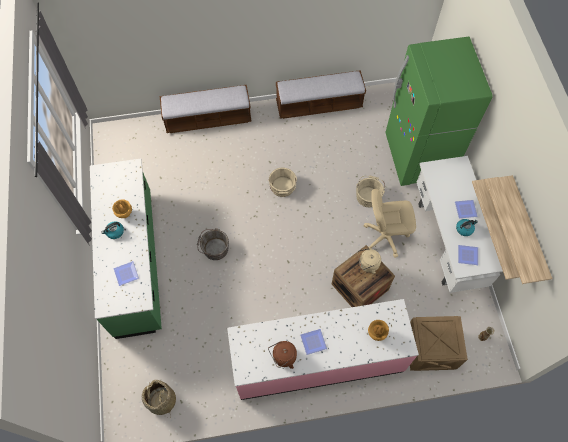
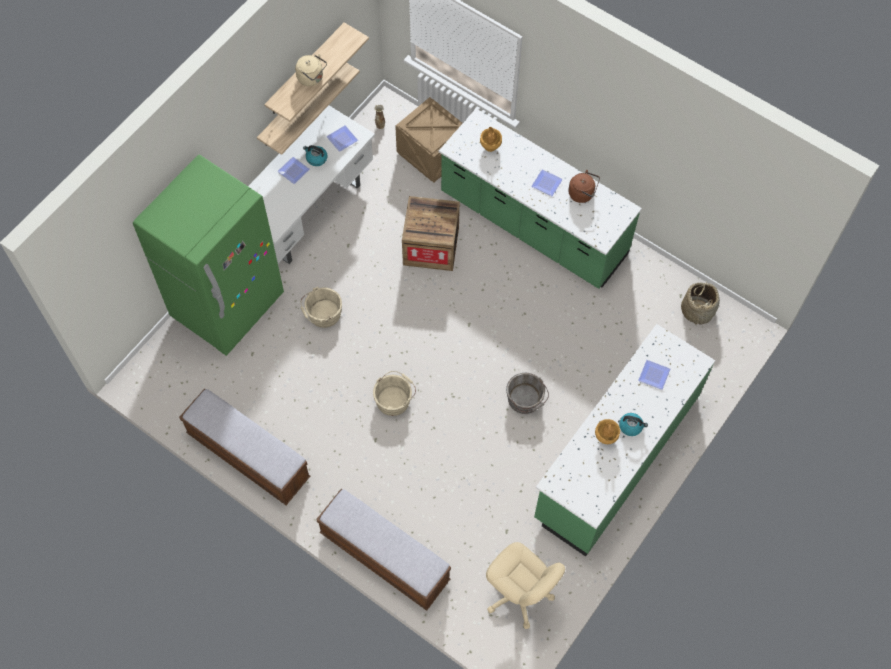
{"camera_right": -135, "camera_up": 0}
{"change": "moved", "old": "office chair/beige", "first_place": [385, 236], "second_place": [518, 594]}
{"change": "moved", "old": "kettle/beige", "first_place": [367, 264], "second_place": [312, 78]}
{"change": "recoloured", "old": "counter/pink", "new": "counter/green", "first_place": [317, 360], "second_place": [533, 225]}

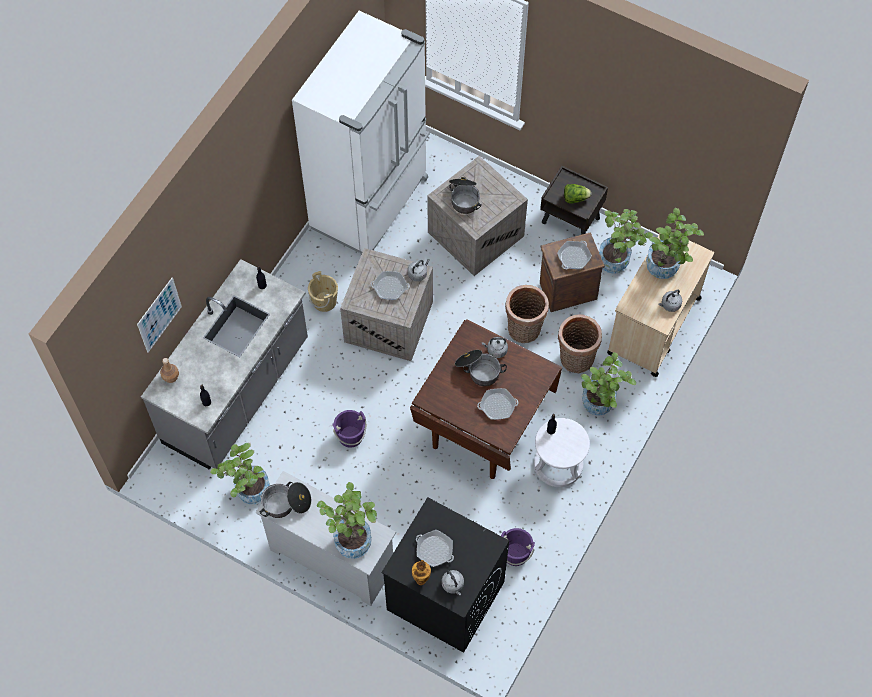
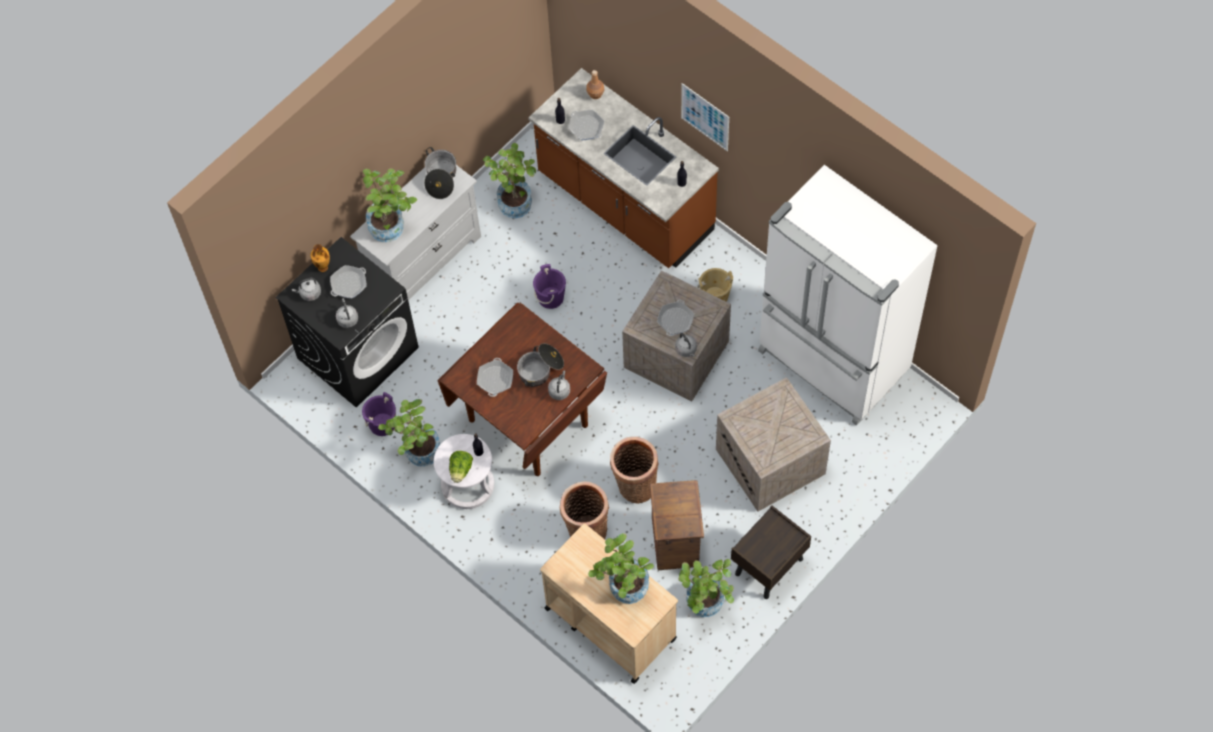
{"camera_right": 105, "camera_up": 0}
{"change": "removed", "old": "cooking pot", "first_place": [464, 198]}
{"change": "moved", "old": "lettuce", "first_place": [575, 198], "second_place": [461, 470]}
{"change": "moved", "old": "frying pan", "first_place": [574, 257], "second_place": [586, 127]}
{"change": "recoloured", "old": "counter/grey", "new": "counter/brown", "first_place": [237, 393], "second_place": [624, 204]}
{"change": "moved", "old": "picture", "first_place": [159, 315], "second_place": [705, 117]}
{"change": "moved", "old": "kettle/grey", "first_place": [669, 305], "second_place": [347, 318]}
{"change": "moved", "old": "potted plant", "first_place": [600, 405], "second_place": [417, 452]}

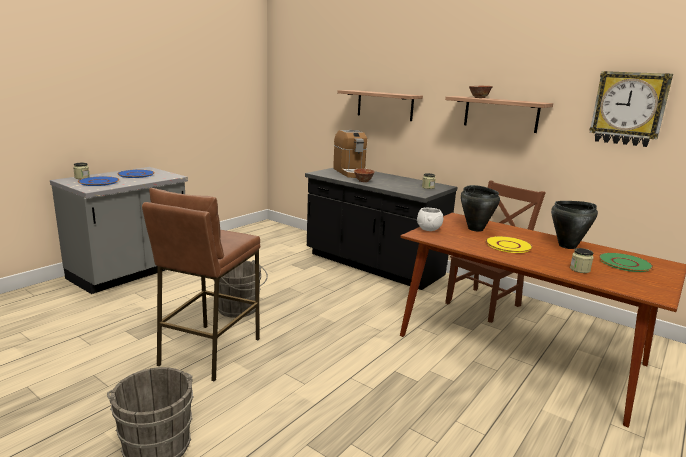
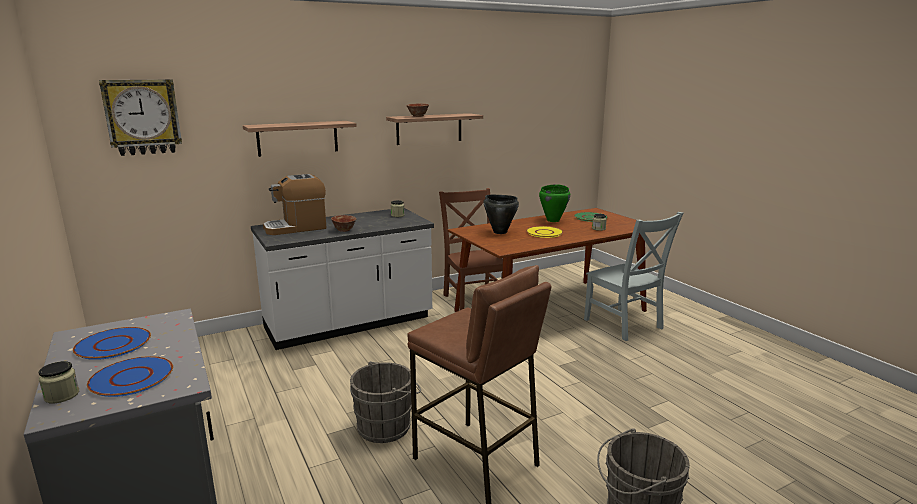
{"camera_right": -65, "camera_up": 0}
{"change": "moved", "old": "wall clock", "first_place": [628, 108], "second_place": [142, 117]}
{"change": "turned", "old": "coffee machine", "first_place": [352, 172], "second_place": [296, 228], "degrees": 150}
{"change": "recoloured", "old": "counter/black", "new": "counter/white", "first_place": [373, 265], "second_place": [349, 324]}
{"change": "recoloured", "old": "cooking pot/black", "new": "cooking pot/green", "first_place": [567, 246], "second_place": [553, 220]}
{"change": "removed", "old": "bowl/white", "first_place": [428, 230]}
{"change": "added", "new": "chair/grey", "second_place": [625, 325]}

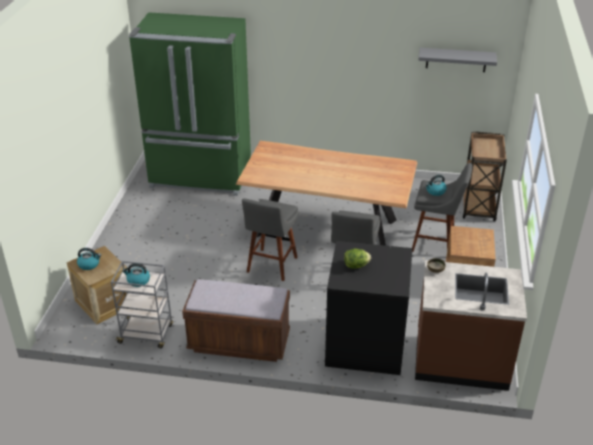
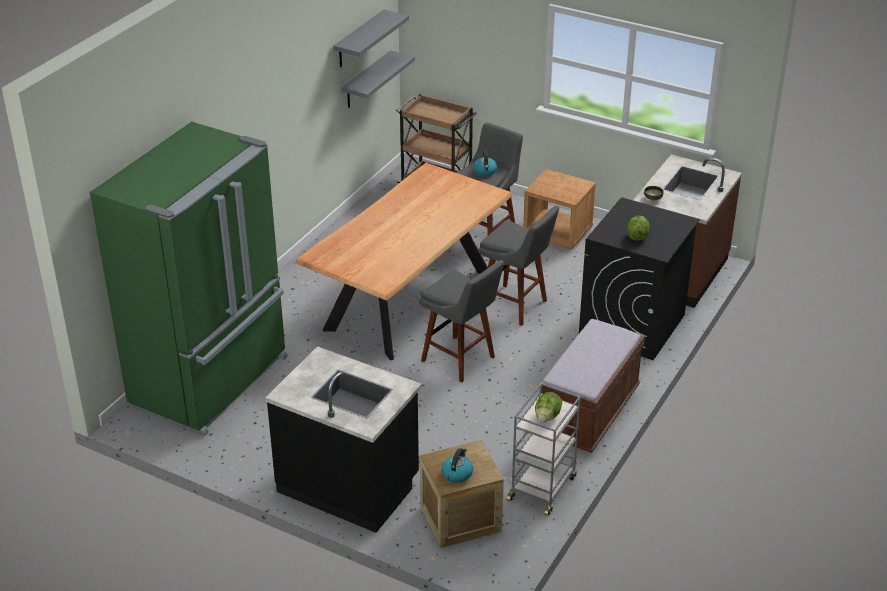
{"camera_right": -70, "camera_up": 0}
{"change": "replaced", "old": "kettle", "new": "lettuce", "first_place": [138, 281], "second_place": [547, 416]}
{"change": "added", "new": "shelf/grey", "second_place": [366, 80]}
{"change": "added", "new": "counter/black", "second_place": [349, 485]}

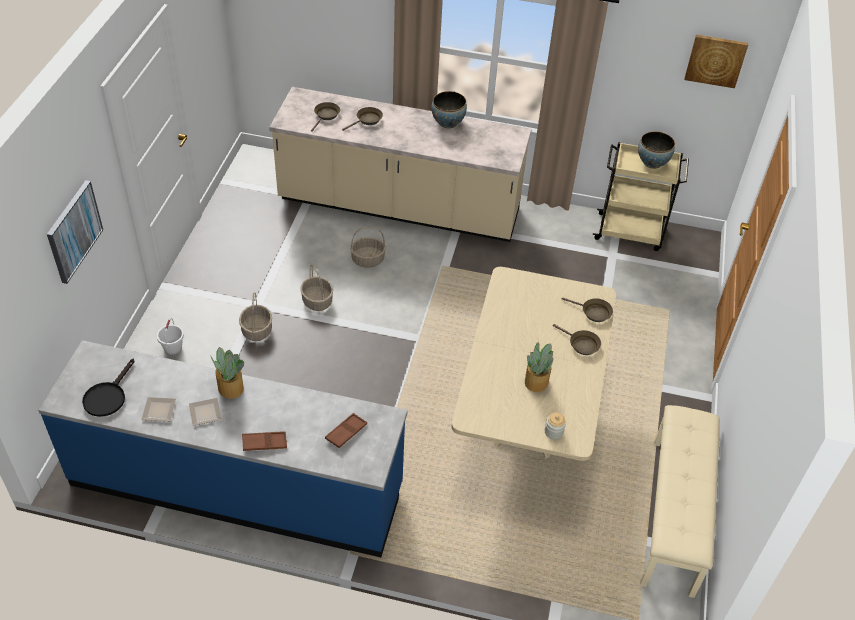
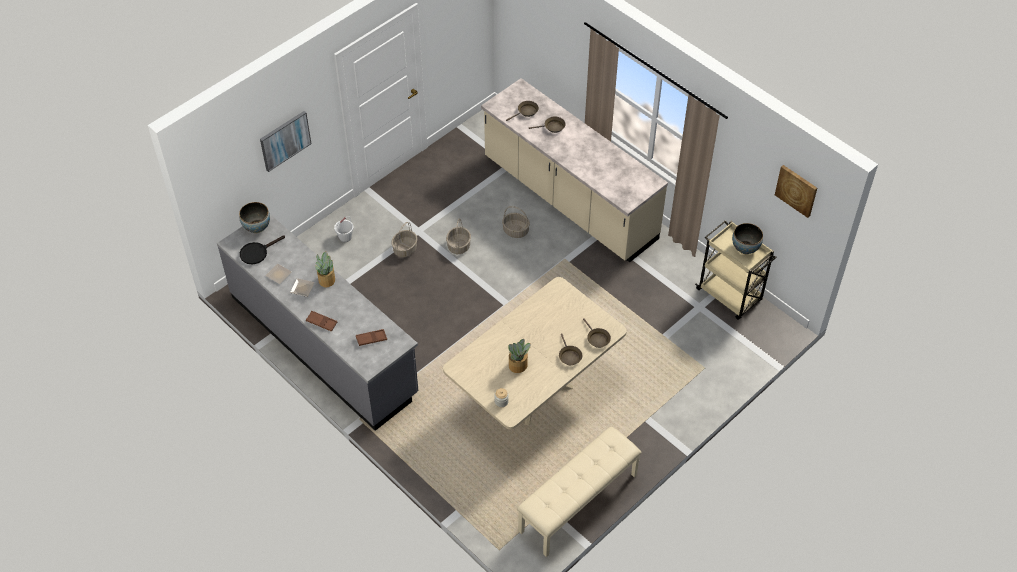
{"camera_right": 35, "camera_up": 5}
{"change": "moved", "old": "bowl", "first_place": [448, 123], "second_place": [257, 227]}
{"change": "recoloured", "old": "counter/blue", "new": "counter/grey", "first_place": [237, 485], "second_place": [324, 344]}

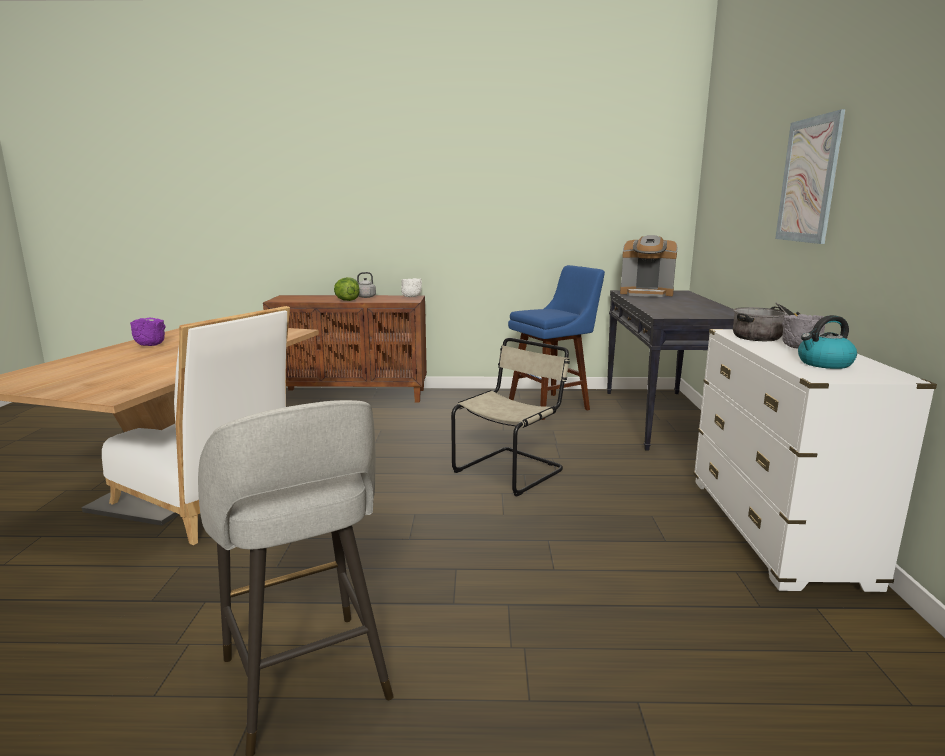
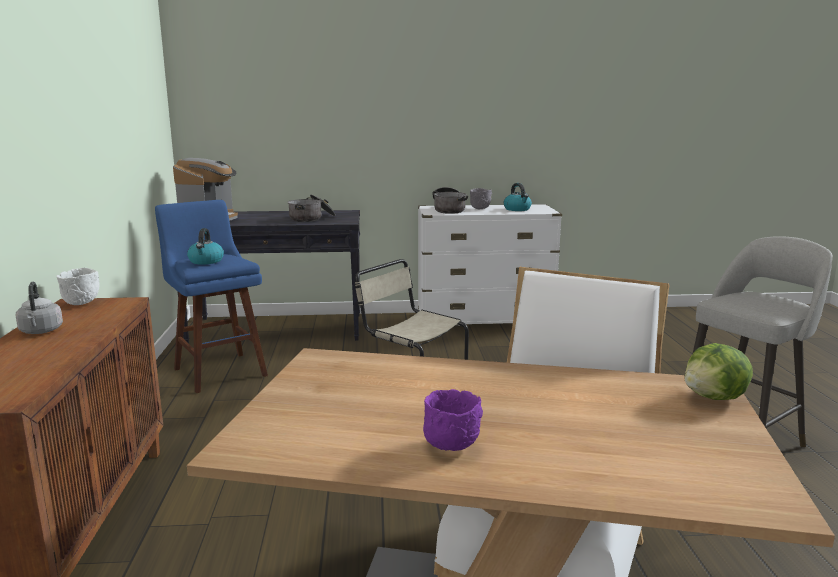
{"camera_right": -95, "camera_up": 0}
{"change": "removed", "old": "picture", "first_place": [808, 180]}
{"change": "moved", "old": "lettuce", "first_place": [347, 300], "second_place": [714, 398]}
{"change": "added", "new": "cooking pot", "second_place": [312, 218]}
{"change": "added", "new": "kettle", "second_place": [206, 261]}

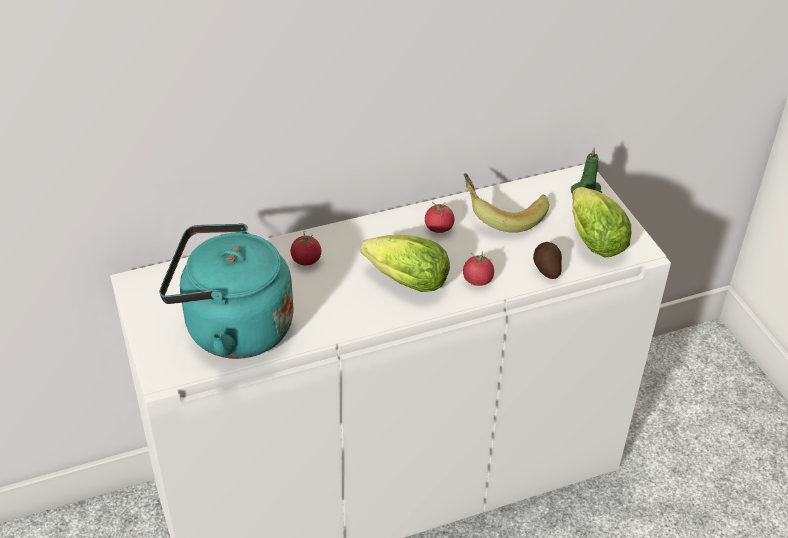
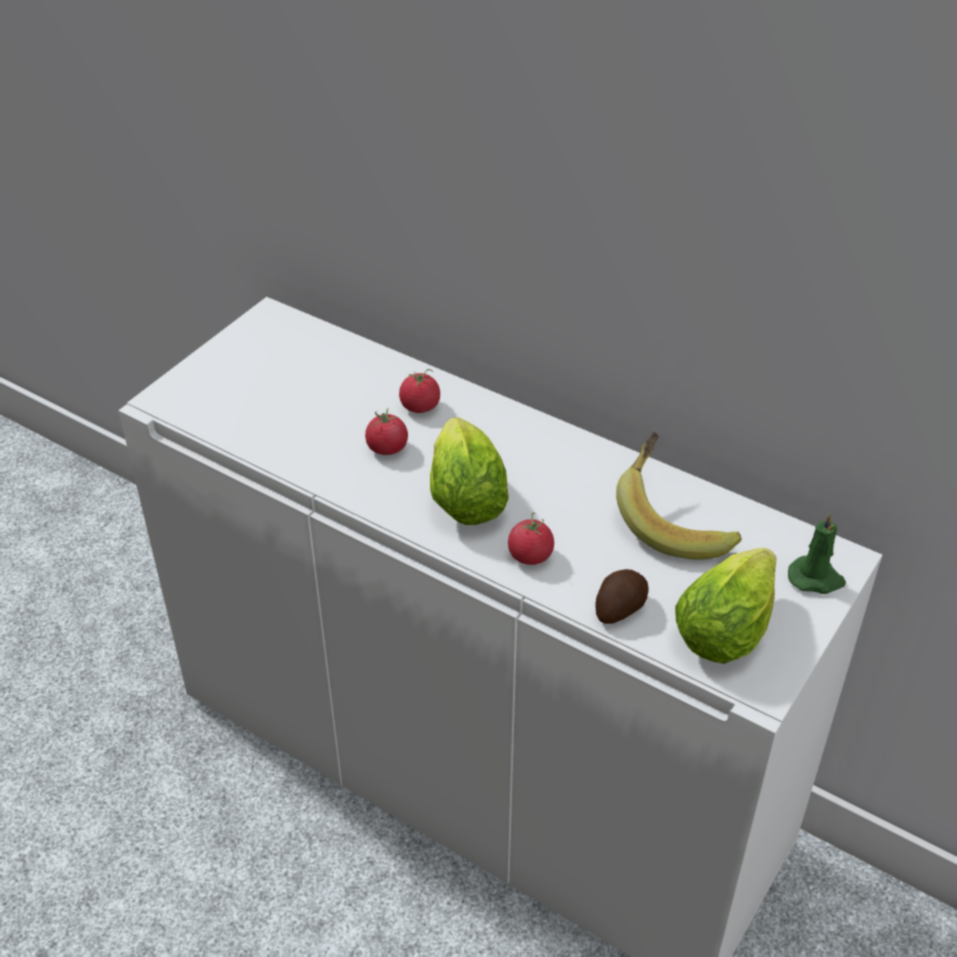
{"camera_right": 55, "camera_up": 0}
{"change": "moved", "old": "tomato", "first_place": [439, 228], "second_place": [387, 448]}
{"change": "removed", "old": "kettle/turquoise", "first_place": [232, 329]}

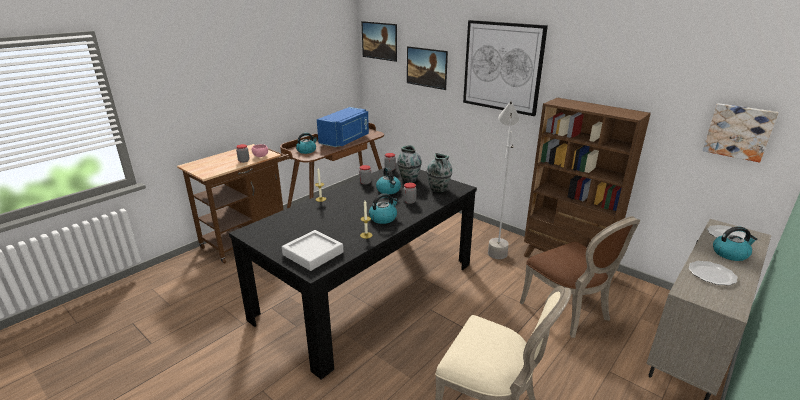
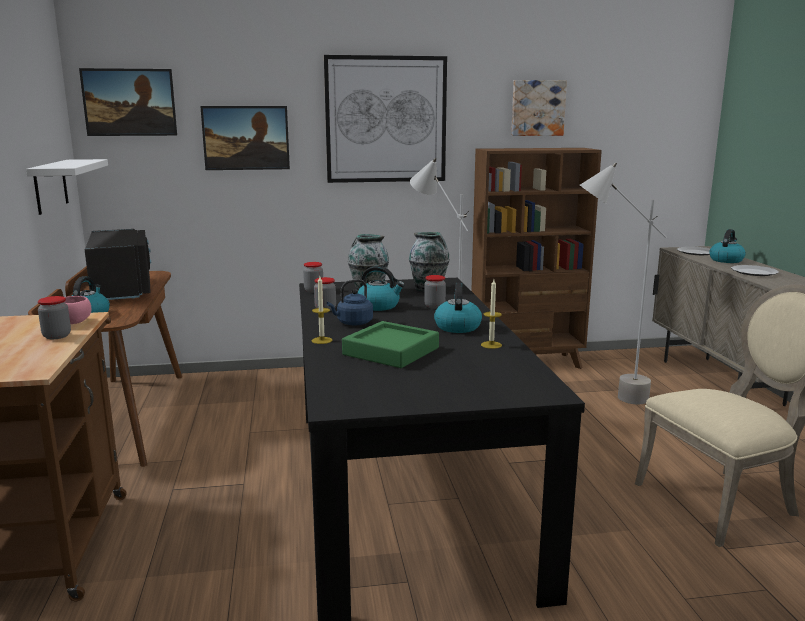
{"camera_right": -50, "camera_up": -10}
{"change": "moved", "old": "picture", "first_place": [739, 131], "second_place": [537, 108]}
{"change": "recoloured", "old": "microwave/blue", "new": "microwave/black", "first_place": [345, 140], "second_place": [123, 290]}
{"change": "replaced", "old": "chair/brown", "new": "floor lamp/grey", "first_place": [568, 311], "second_place": [607, 397]}
{"change": "removed", "old": "tray/grey", "first_place": [313, 253]}
{"change": "added", "new": "shelf/white", "second_place": [50, 186]}
{"change": "added", "new": "kettle/blue", "second_place": [353, 323]}
{"change": "added", "new": "tray/green", "second_place": [391, 351]}

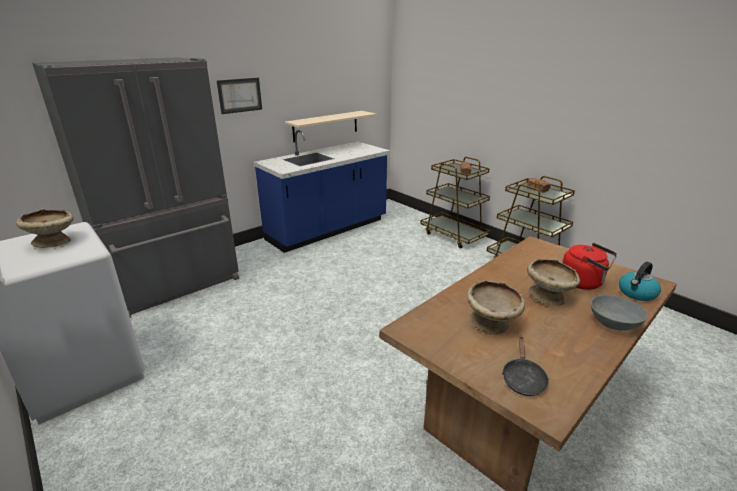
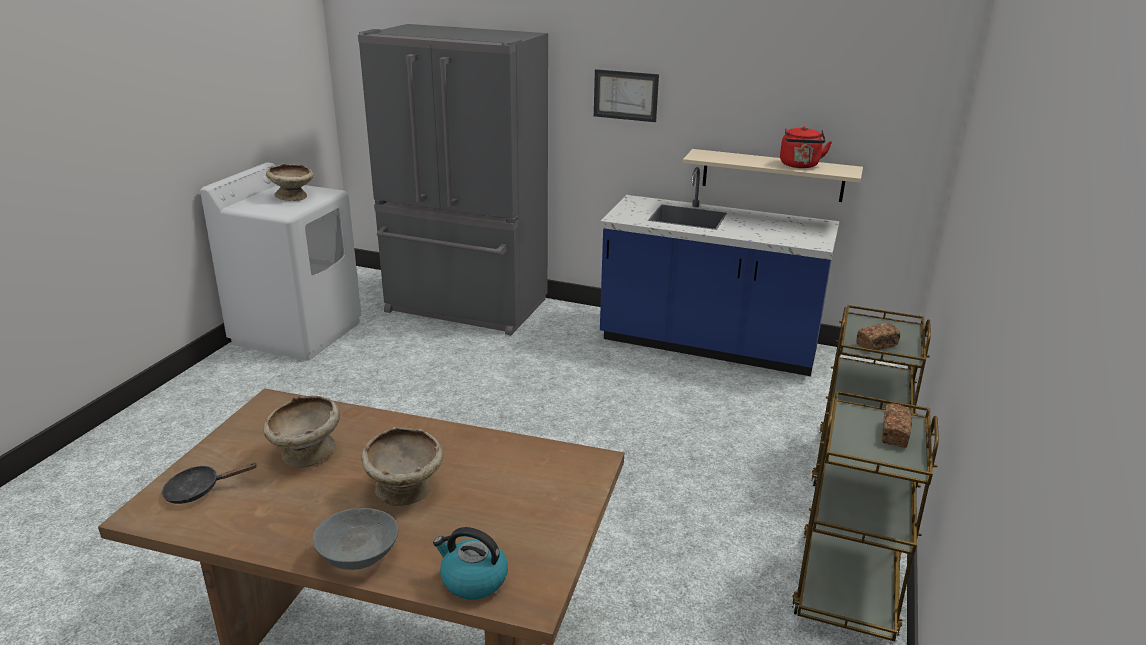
{"camera_right": 60, "camera_up": 0}
{"change": "moved", "old": "kettle/red", "first_place": [584, 282], "second_place": [800, 165]}

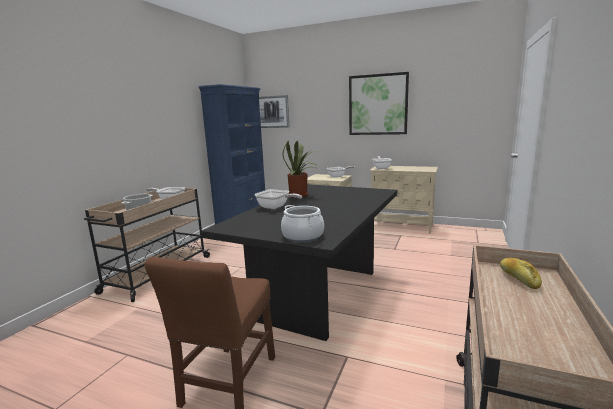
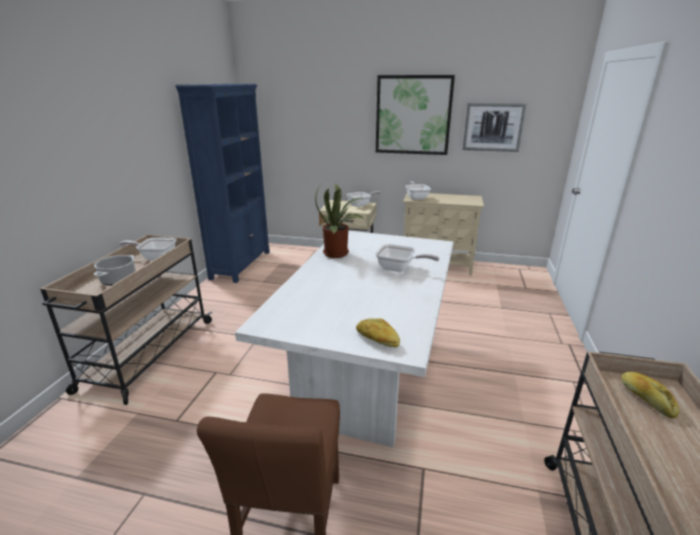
{"camera_right": -10, "camera_up": 10}
{"change": "moved", "old": "picture", "first_place": [271, 112], "second_place": [493, 127]}
{"change": "recoloured", "old": "dining table/black", "new": "dining table/white", "first_place": [319, 294], "second_place": [366, 375]}
{"change": "moved", "old": "frying pan", "first_place": [275, 207], "second_place": [399, 268]}
{"change": "replaced", "old": "cooking pot", "new": "bread", "first_place": [303, 236], "second_place": [377, 339]}

